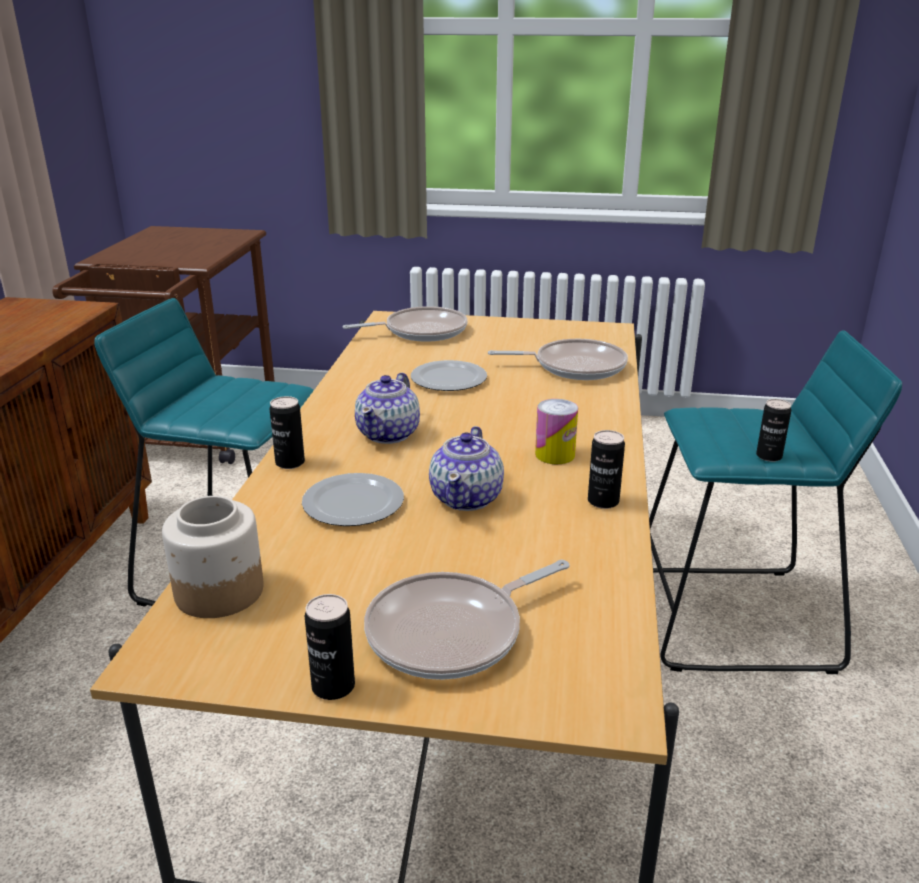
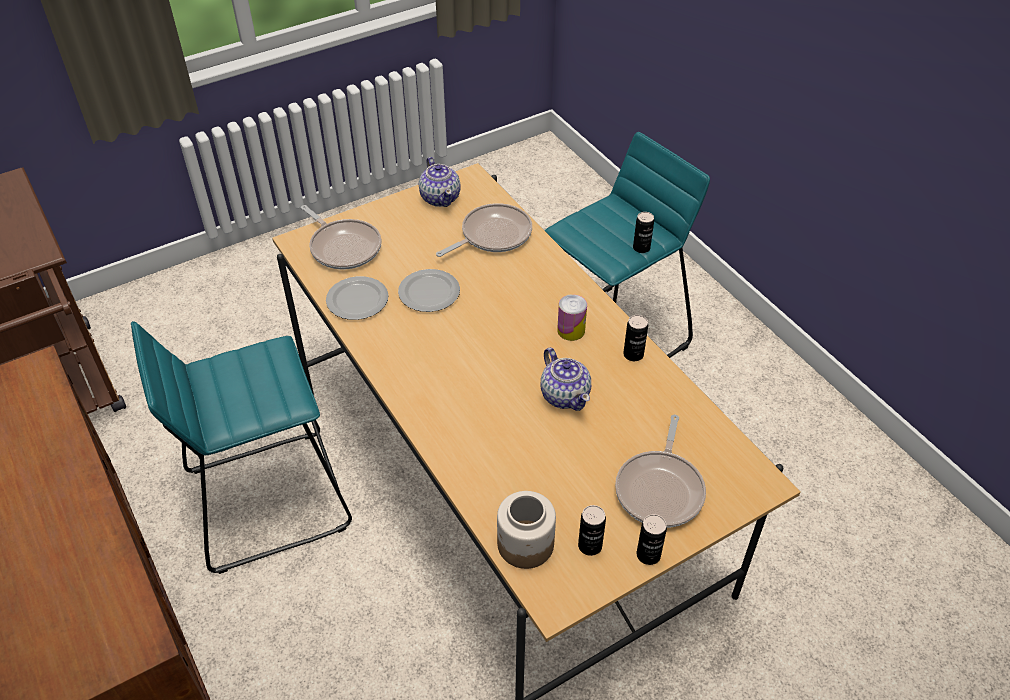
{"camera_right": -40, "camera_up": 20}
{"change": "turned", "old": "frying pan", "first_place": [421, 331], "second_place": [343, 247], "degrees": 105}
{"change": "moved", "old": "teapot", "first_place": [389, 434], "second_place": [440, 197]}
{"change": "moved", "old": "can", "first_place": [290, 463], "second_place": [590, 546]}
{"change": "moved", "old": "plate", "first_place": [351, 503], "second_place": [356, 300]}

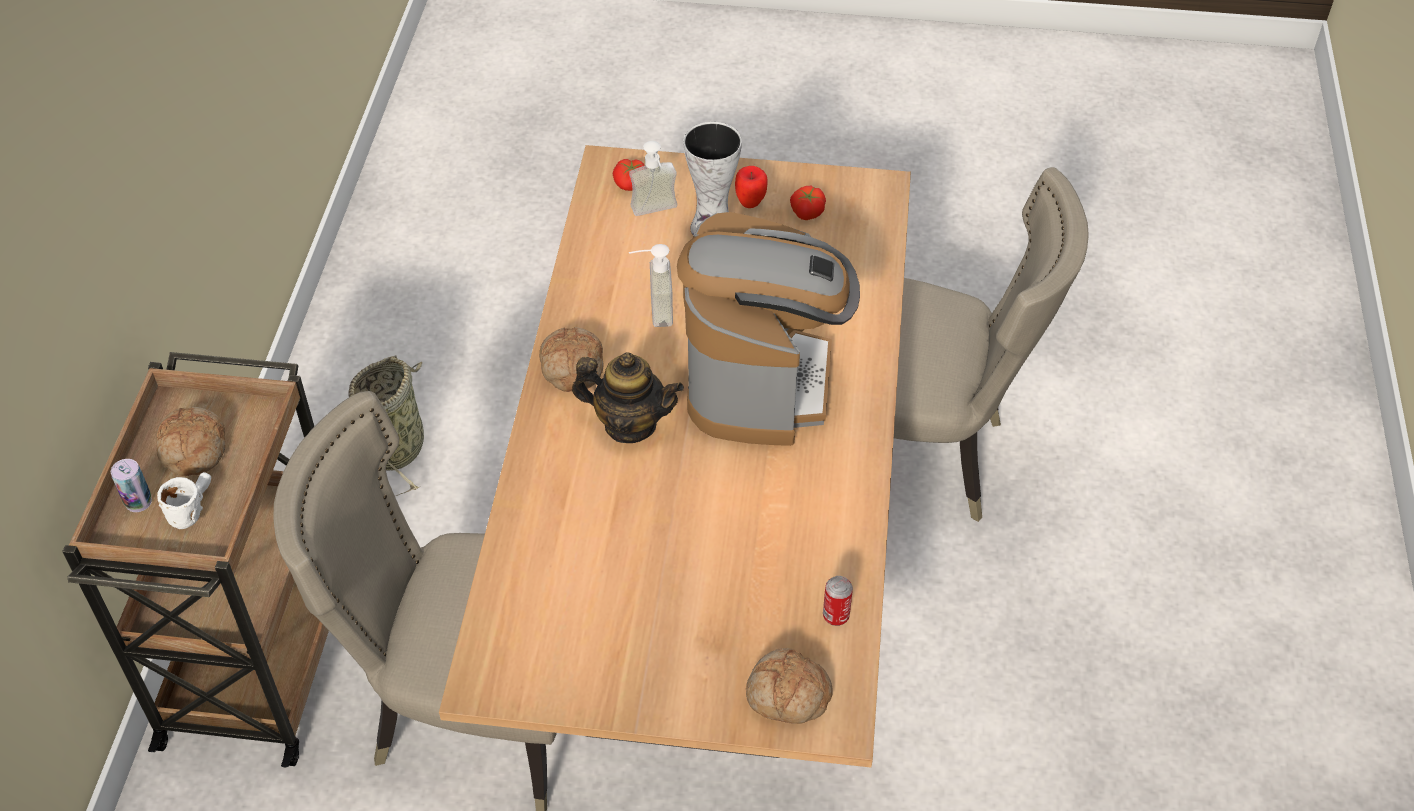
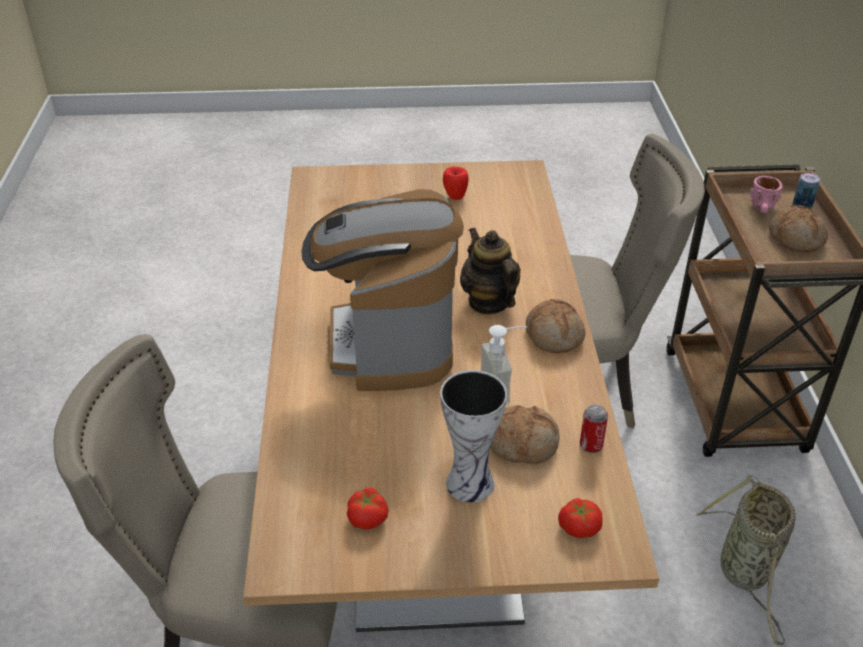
{"camera_right": 170, "camera_up": -10}
{"change": "removed", "old": "soap dispenser", "first_place": [656, 213]}
{"change": "moved", "old": "apple", "first_place": [750, 203], "second_place": [455, 197]}
{"change": "turned", "old": "teapot", "first_place": [630, 424], "second_place": [489, 302], "degrees": 60}
{"change": "recoloured", "old": "mug/white", "new": "mug/pink", "first_place": [191, 507], "second_place": [763, 210]}
{"change": "moved", "old": "can", "first_place": [836, 616], "second_place": [591, 445]}
{"change": "moved", "old": "bread", "first_place": [787, 696], "second_place": [523, 443]}

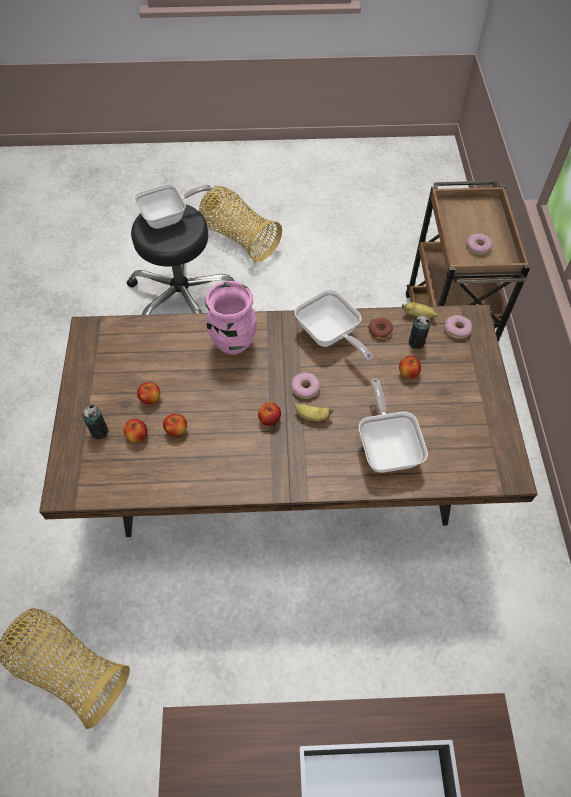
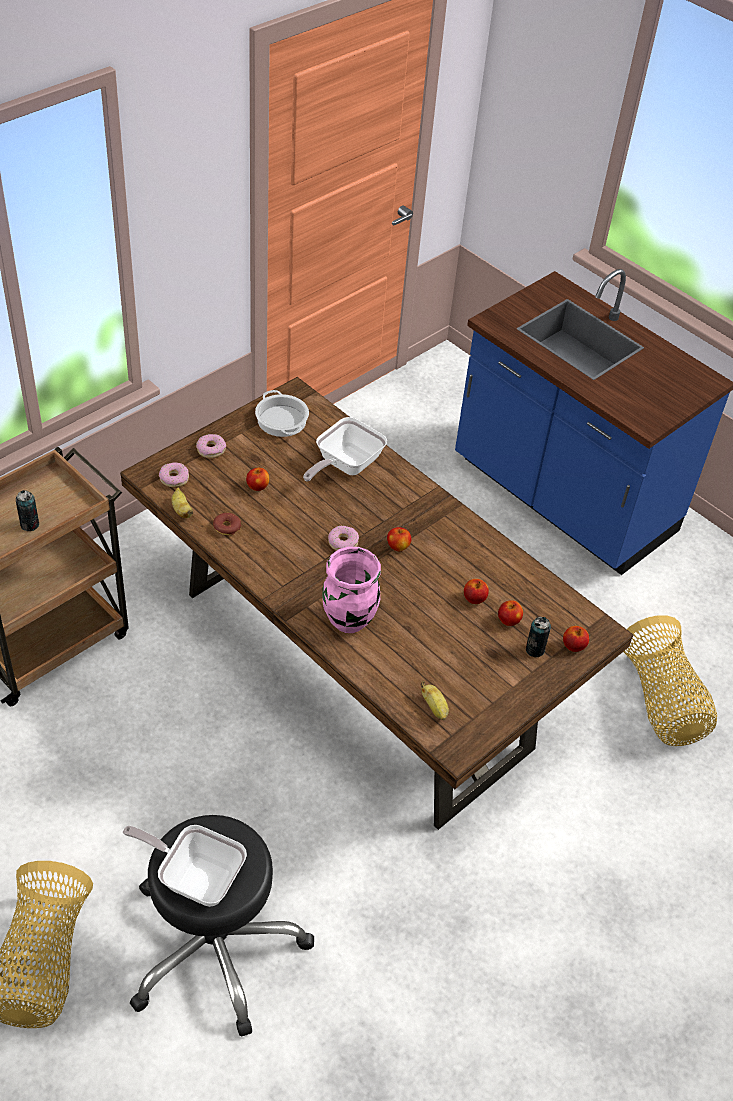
{"camera_right": -135, "camera_up": -10}
{"change": "moved", "old": "donut", "first_place": [478, 247], "second_place": [211, 449]}
{"change": "removed", "old": "frying pan", "first_place": [330, 337]}
{"change": "moved", "old": "can", "first_place": [416, 343], "second_place": [30, 525]}
{"change": "moved", "old": "apple", "first_place": [150, 399], "second_place": [573, 646]}
{"change": "moved", "old": "banana", "first_place": [312, 416], "second_place": [435, 708]}
{"change": "added", "new": "cooking pot", "second_place": [282, 420]}

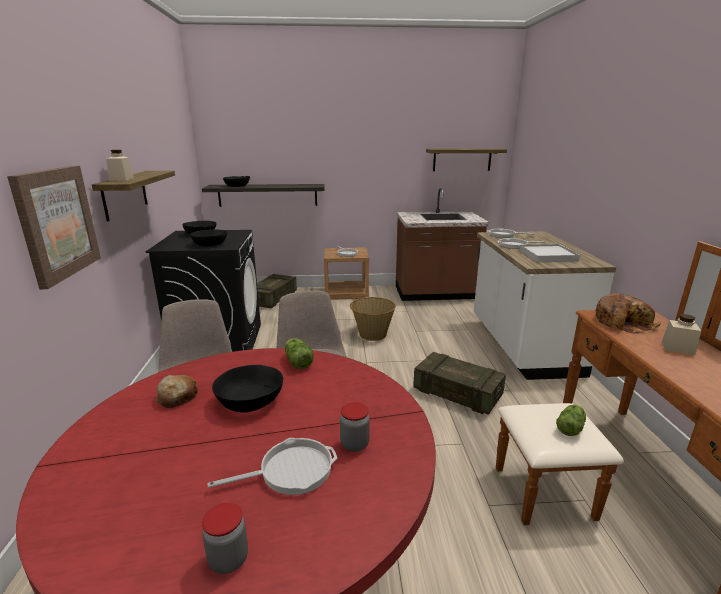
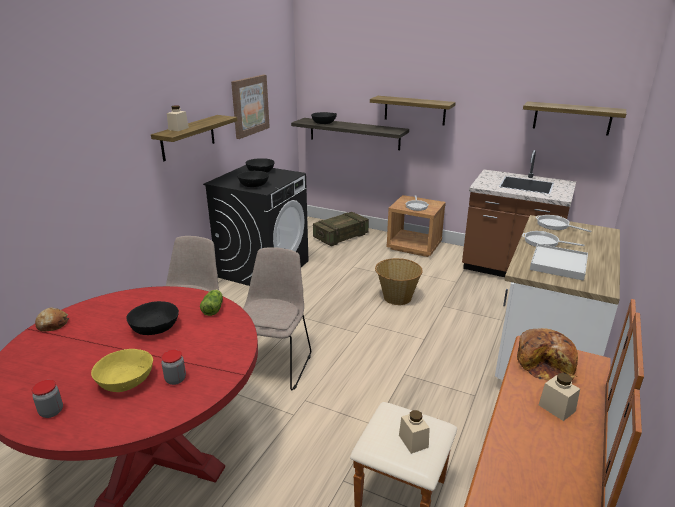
{"camera_right": 30, "camera_up": 5}
{"change": "moved", "old": "picture", "first_place": [57, 223], "second_place": [249, 106]}
{"change": "removed", "old": "crate", "first_place": [457, 394]}
{"change": "moved", "old": "bread", "first_place": [177, 397], "second_place": [52, 324]}
{"change": "replaced", "old": "lettuce", "new": "jar/beige", "first_place": [571, 427], "second_place": [413, 441]}
{"change": "replaced", "old": "frying pan", "new": "bowl/yellow", "first_place": [291, 471], "second_place": [125, 380]}
{"change": "added", "new": "shelf", "second_place": [414, 110]}

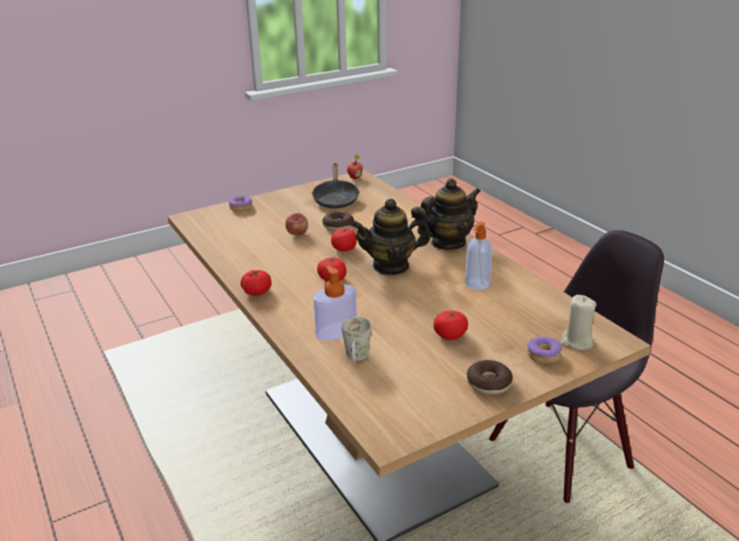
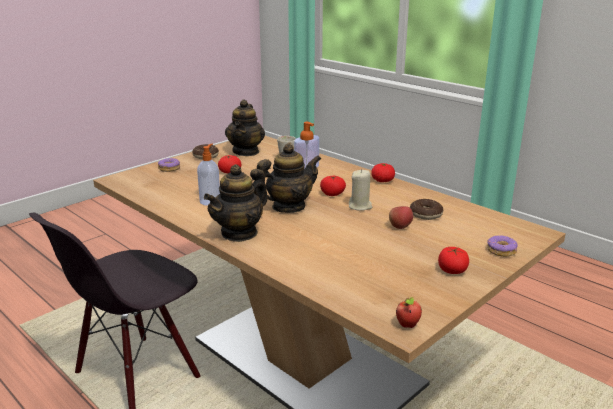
{"camera_right": 165, "camera_up": -5}
{"change": "removed", "old": "frying pan/black", "first_place": [335, 198]}
{"change": "moved", "old": "donut", "first_place": [338, 226], "second_place": [425, 214]}
{"change": "moved", "old": "tomato", "first_place": [344, 248], "second_place": [452, 270]}
{"change": "moved", "old": "candle/beige", "first_place": [576, 342], "second_place": [360, 206]}
{"change": "added", "new": "teapot", "second_place": [246, 152]}

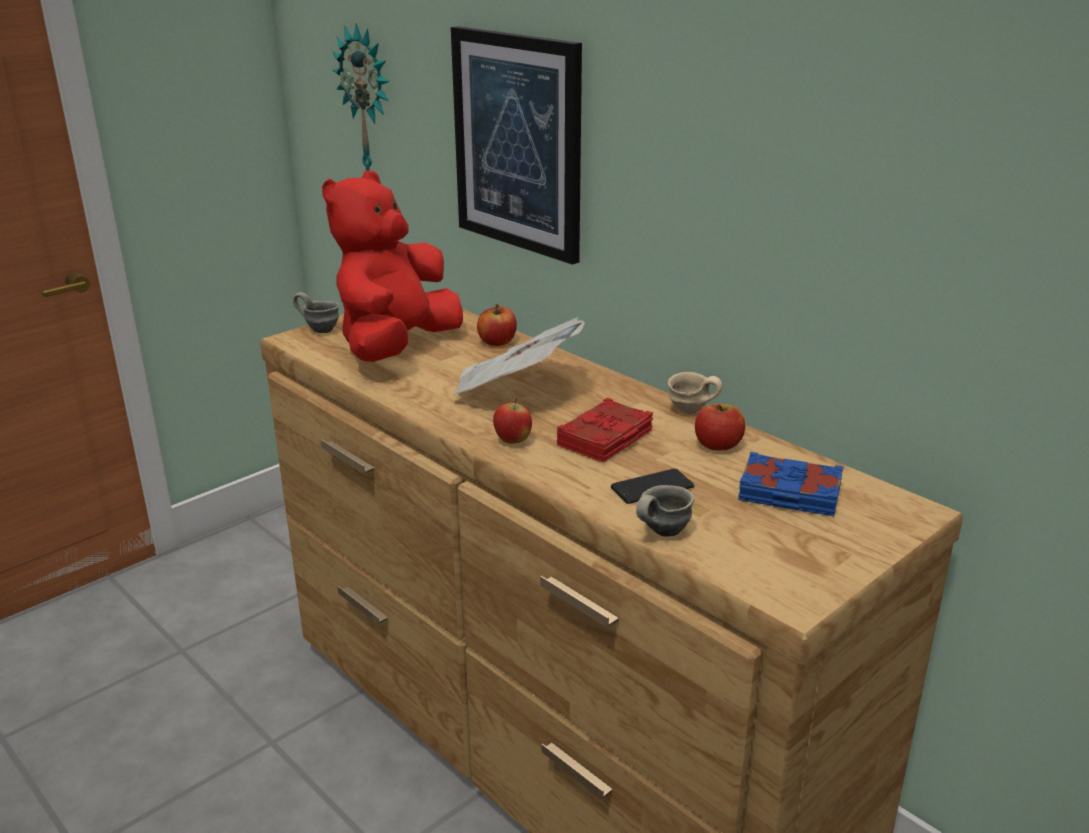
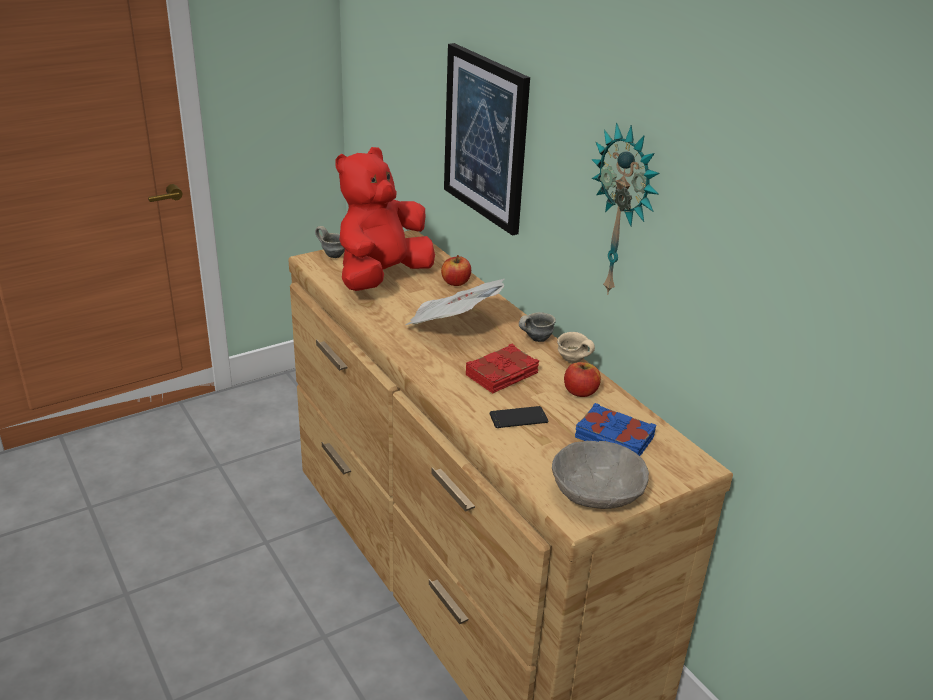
{"camera_right": 10, "camera_up": 5}
{"change": "moved", "old": "wall clock", "first_place": [369, 115], "second_place": [624, 212]}
{"change": "removed", "old": "apple", "first_place": [513, 441]}
{"change": "moved", "old": "mug/grey", "first_place": [659, 532], "second_place": [535, 339]}
{"change": "added", "new": "bowl/grey", "second_place": [596, 493]}

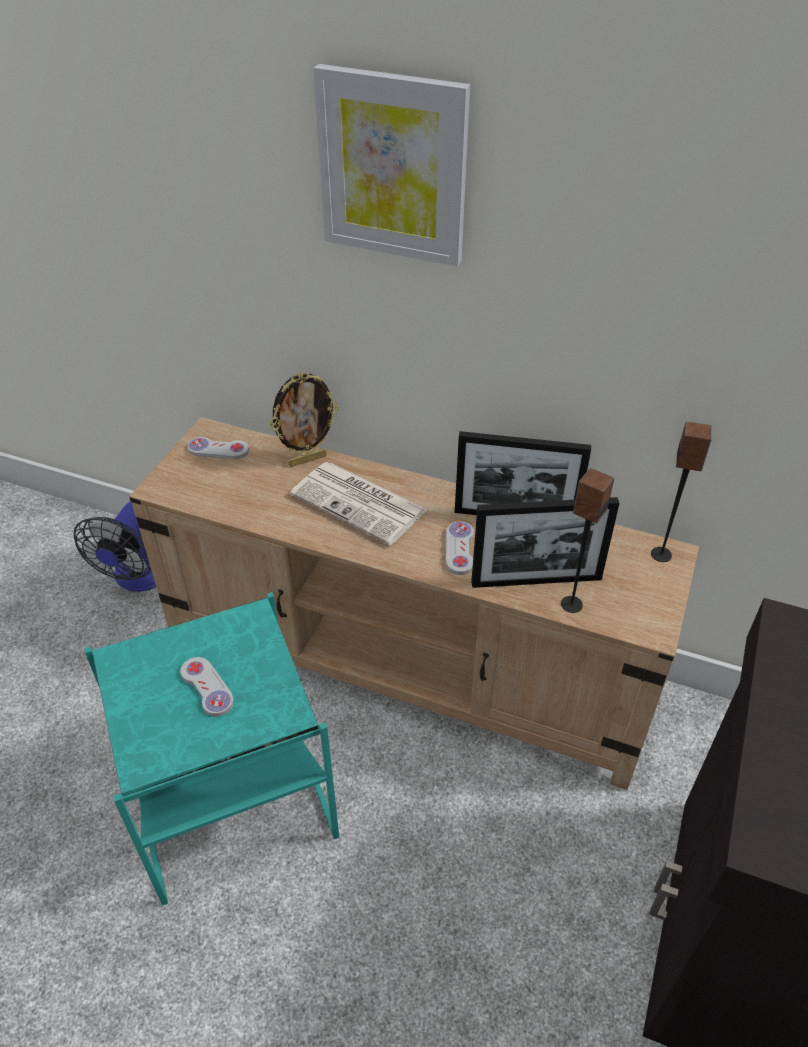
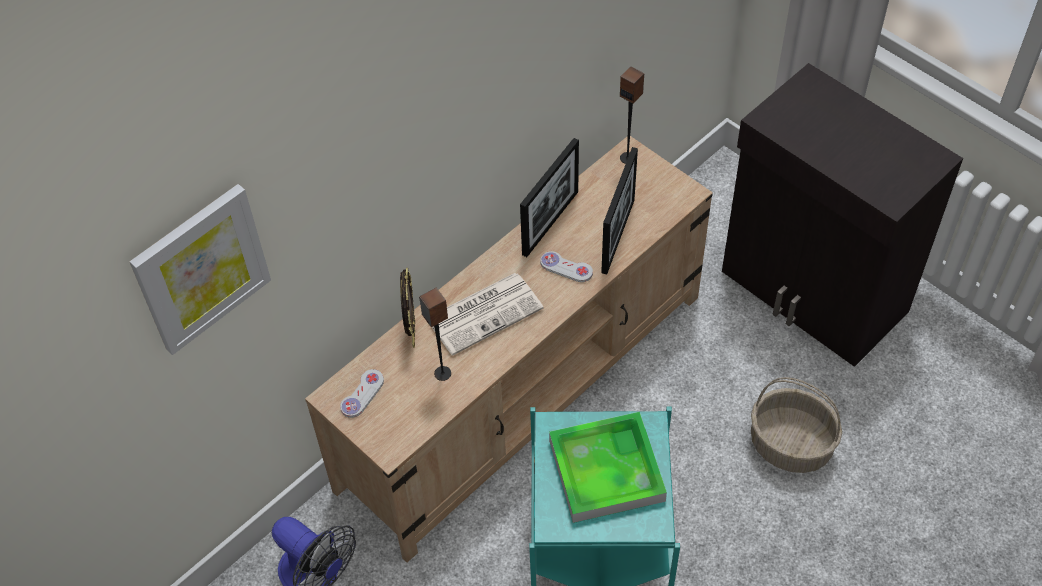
{"camera_right": -65, "camera_up": 10}
{"change": "moved", "old": "picture", "first_place": [393, 166], "second_place": [201, 268]}
{"change": "moved", "old": "speaker", "first_place": [571, 604], "second_place": [442, 373]}
{"change": "replaced", "old": "game controller/white", "new": "tray", "first_place": [207, 687], "second_place": [606, 470]}
{"change": "added", "new": "basket", "second_place": [791, 444]}

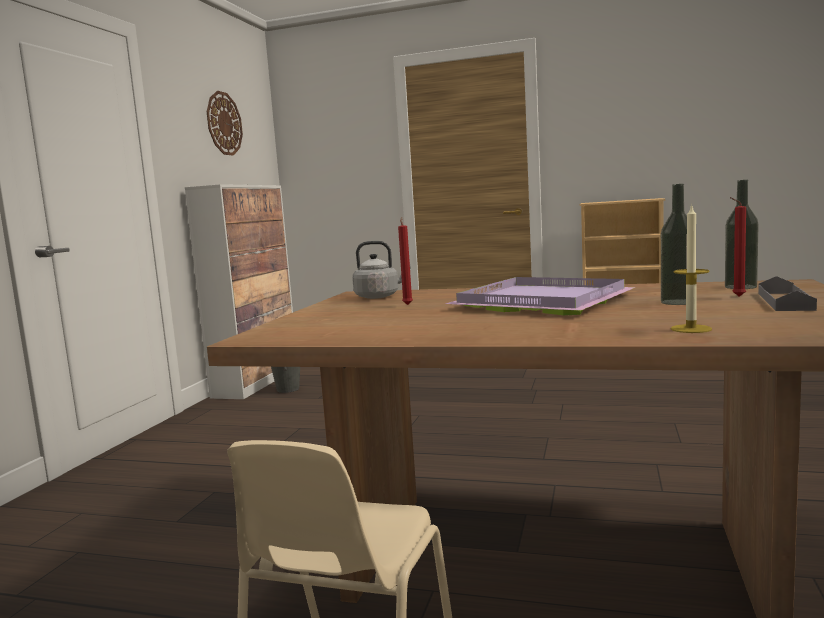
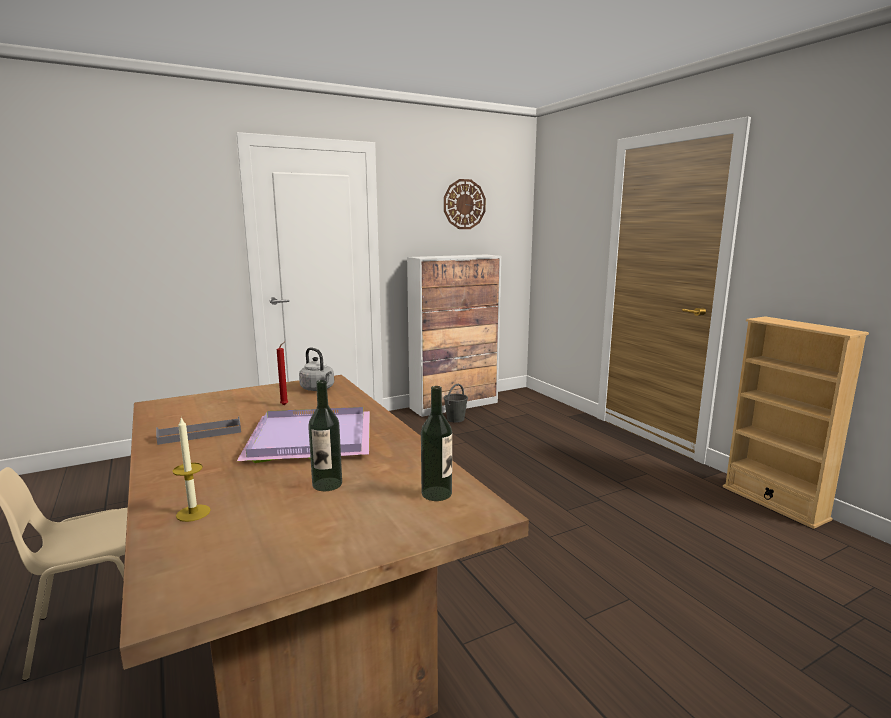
{"camera_right": 45, "camera_up": 5}
{"change": "removed", "old": "candle/red", "first_place": [736, 296]}
{"change": "moved", "old": "tray/grey", "first_place": [785, 301], "second_place": [200, 434]}

